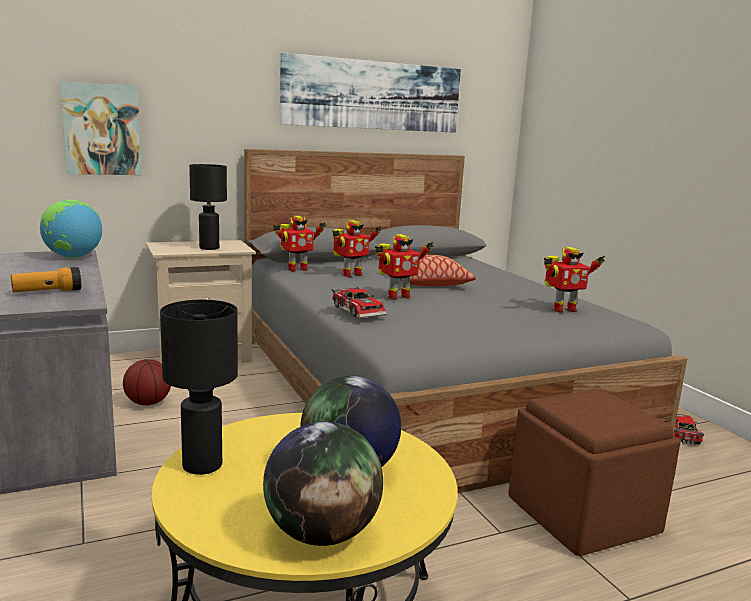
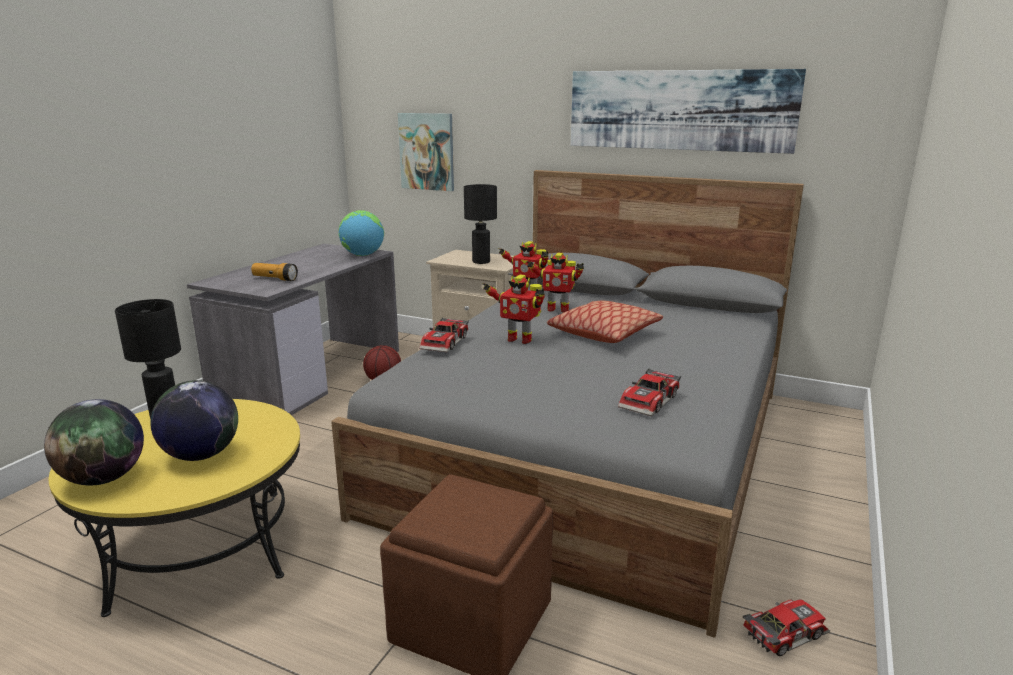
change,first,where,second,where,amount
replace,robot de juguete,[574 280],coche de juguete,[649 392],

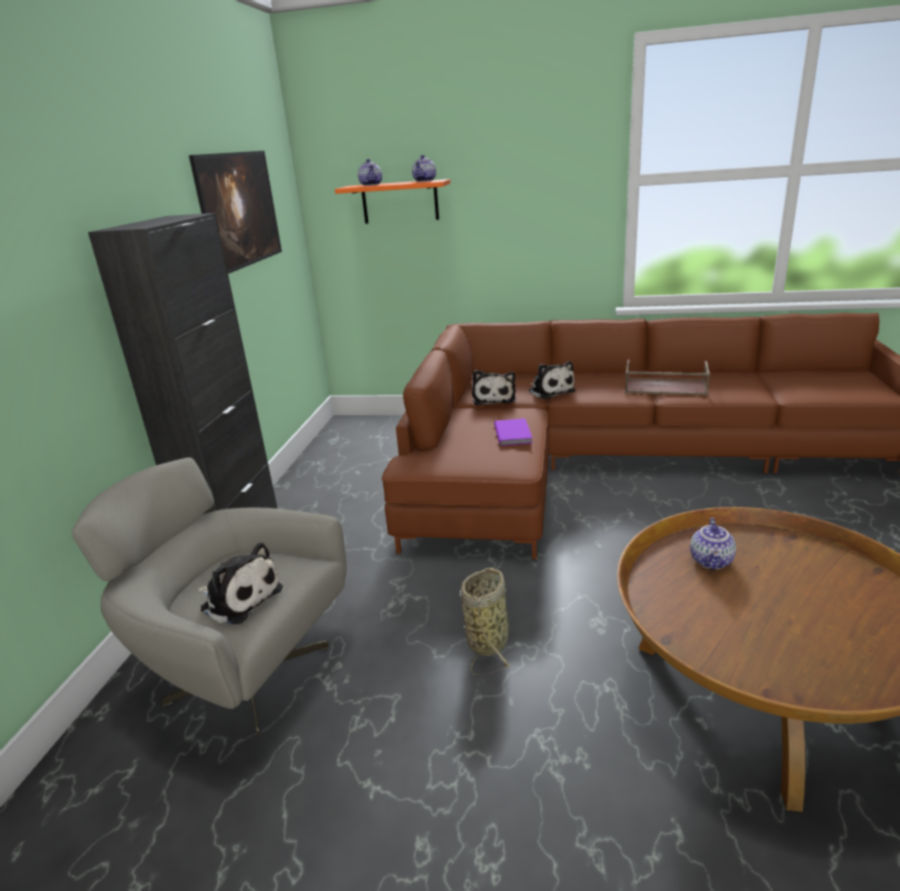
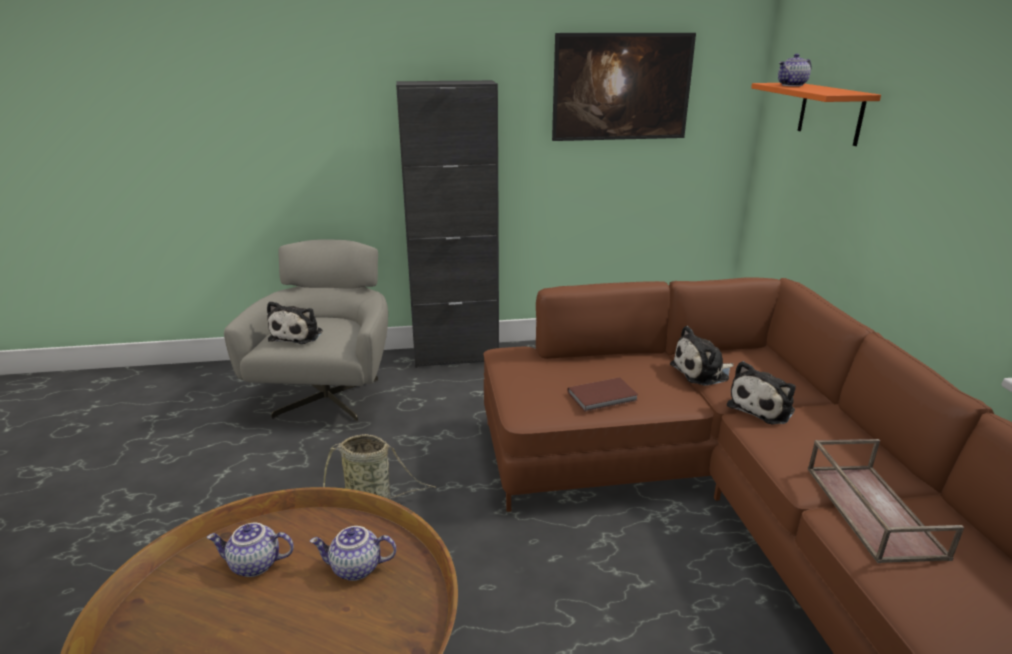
change,first,where,second,where,amount
move,tetera,[424 168],,[250 550],
recolor,libro/morado,[513 432],libro/marrón,[603 394],

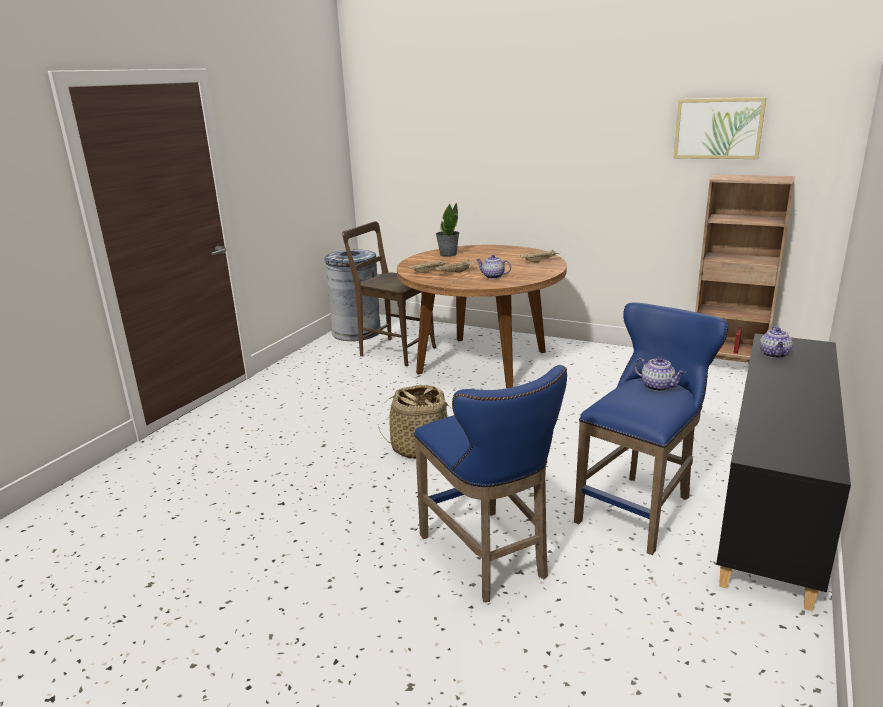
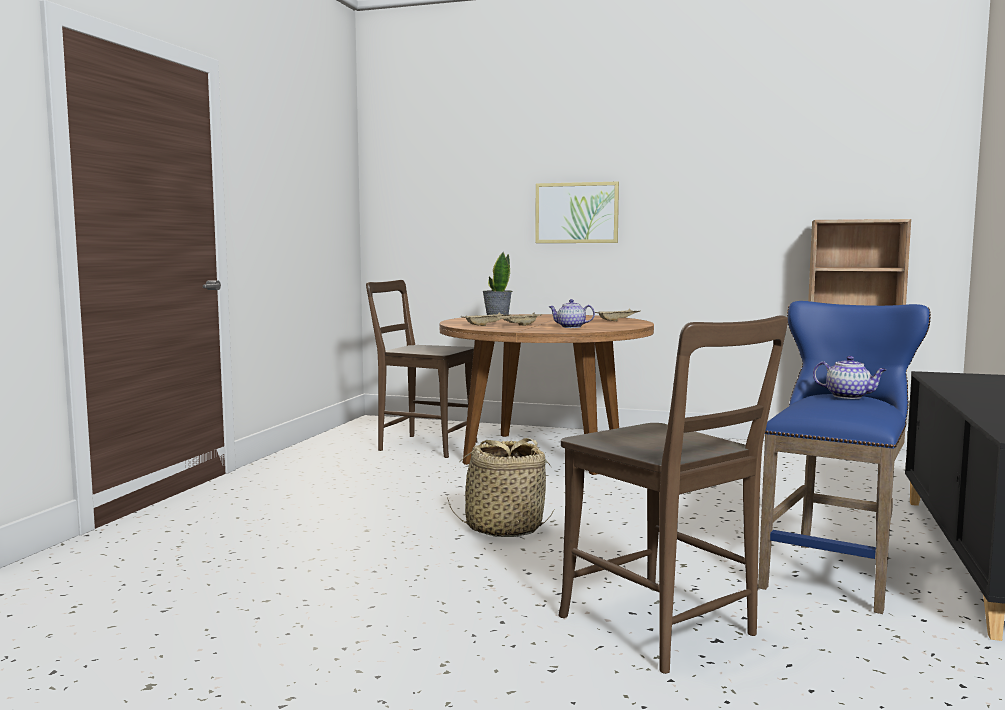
change,first,where,second,where,amount
delete,papelera/gris,[352 295],,,
delete,tetera,[776 342],,,
move,cuadro,[719 128],,[577 212],
replace,taburete/azul,[490 483],silla/marrón,[673 494],

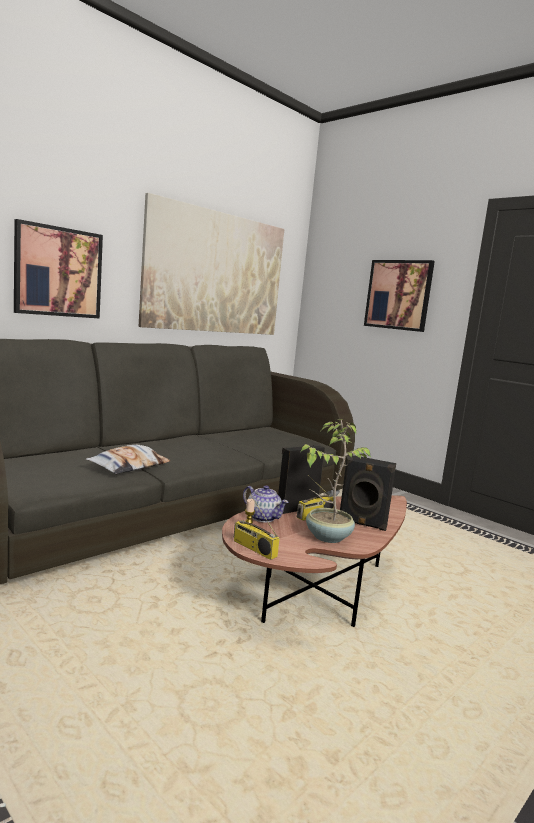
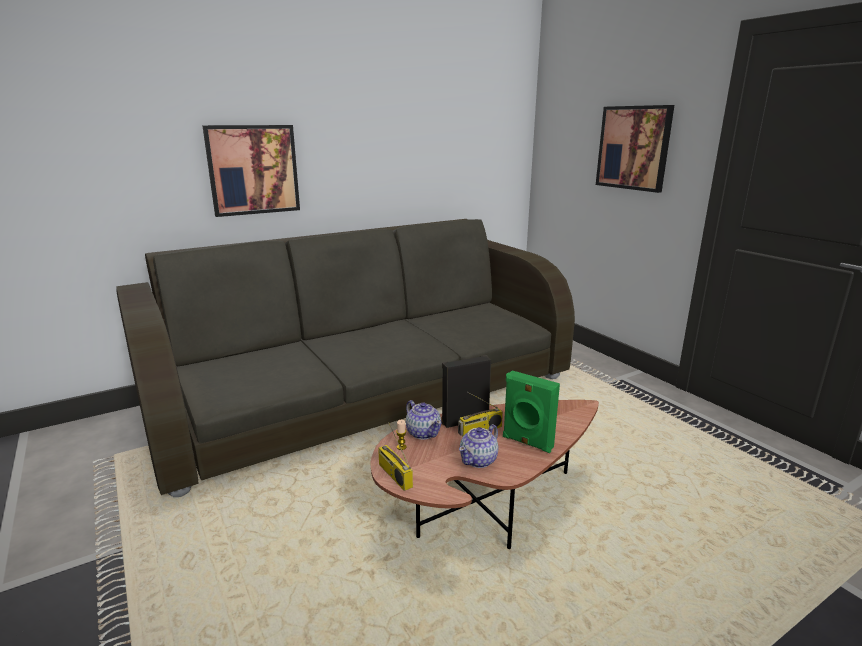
change,first,where,second,where,amount
delete,cojín,[128 459],,,
delete,cuadro,[211 264],,,
replace,planta en maceta,[336 481],tetera,[478 446],
recolor,altavoz/negro,[368 493],altavoz/verde,[531 411],

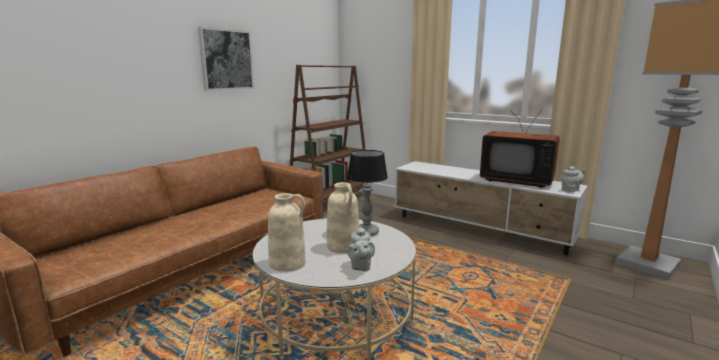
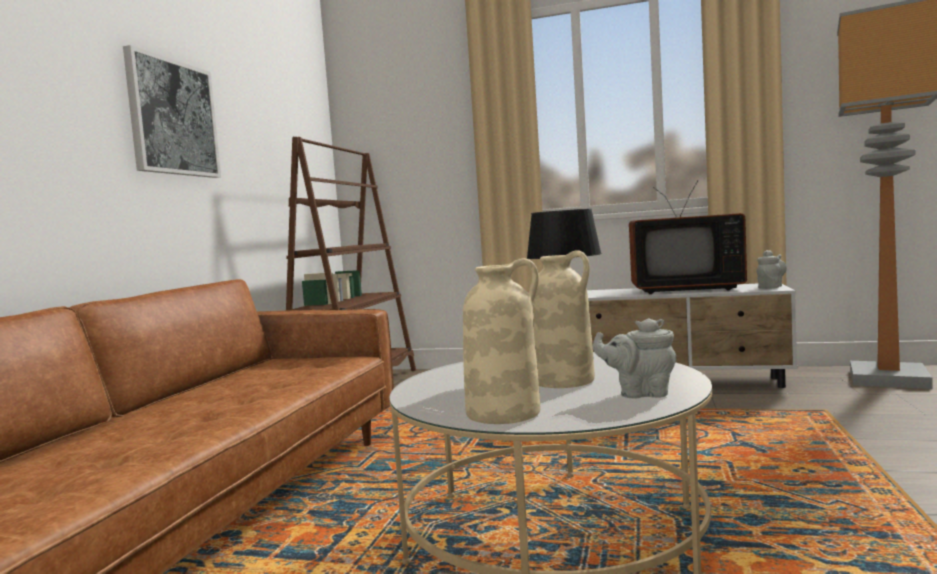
change,first,where,second,where,amount
rotate,tetera/gris,[361 248],,[635 358],120 degrees clockwise

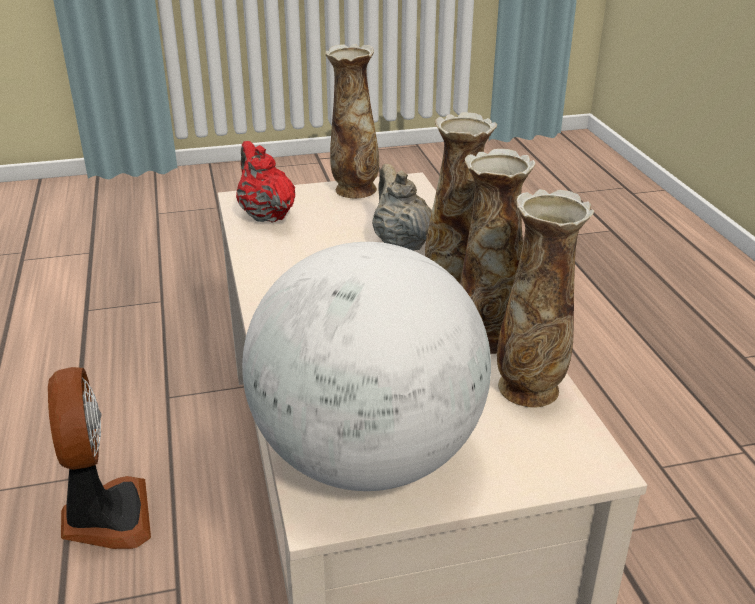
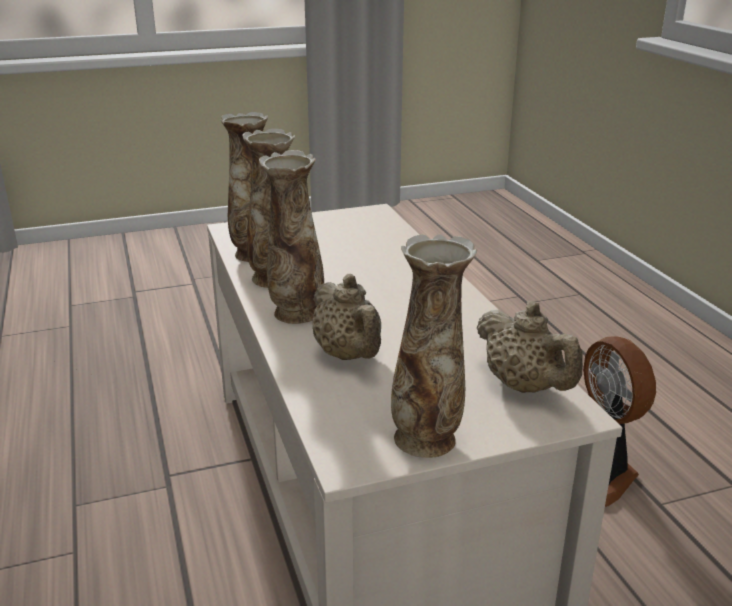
change,first,where,second,where,amount
delete,globo terráqueo,[366 366],,,
recolor,tetera/rojo,[265 182],tetera/beis,[530 347],

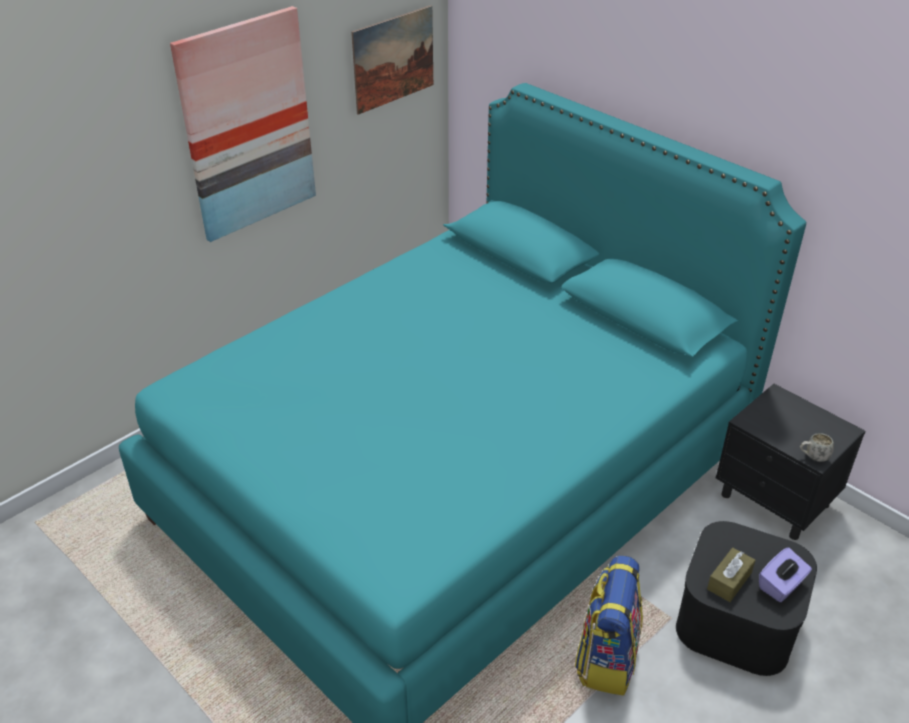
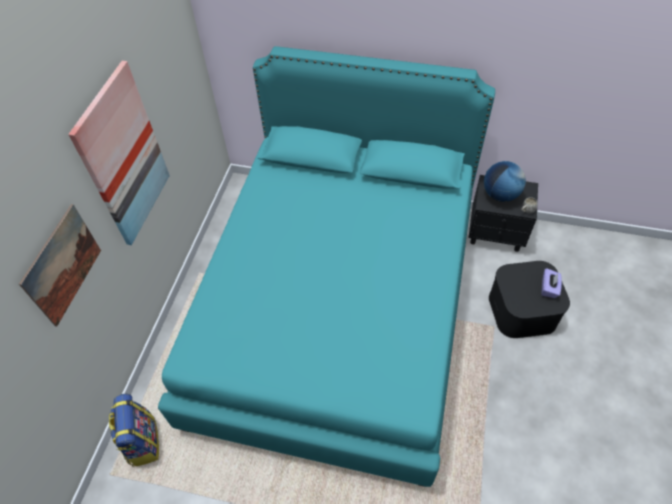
change,first,where,second,where,amount
delete,caja de pañuelos/marrón,[731 575],,,
insert,,,globo terráqueo,[505 181],
move,cuadro,[392 60],,[60 265],
move,mochila,[609 626],,[134 430],

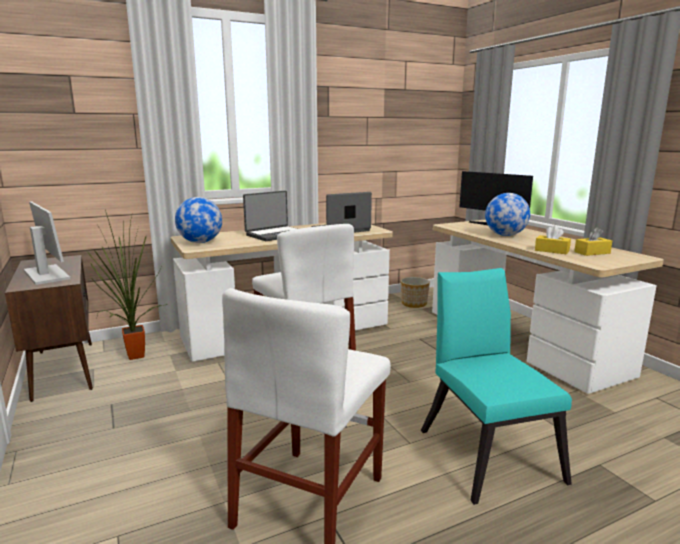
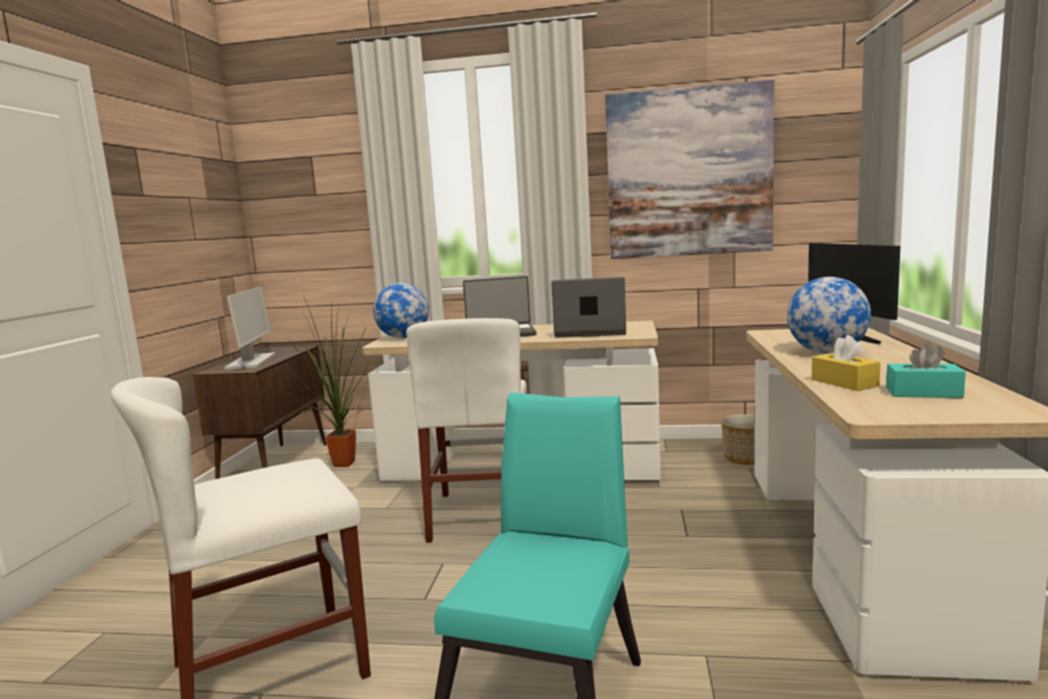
change,first,where,second,where,amount
insert,,,cuadro,[689 169],
recolor,caja de pañuelos/amarillo,[593 242],caja de pañuelos/turquesa,[926 370],

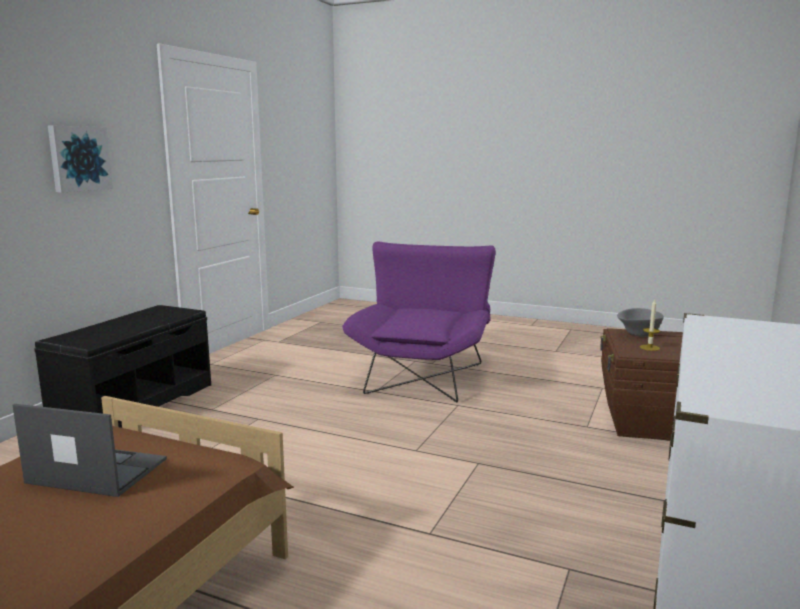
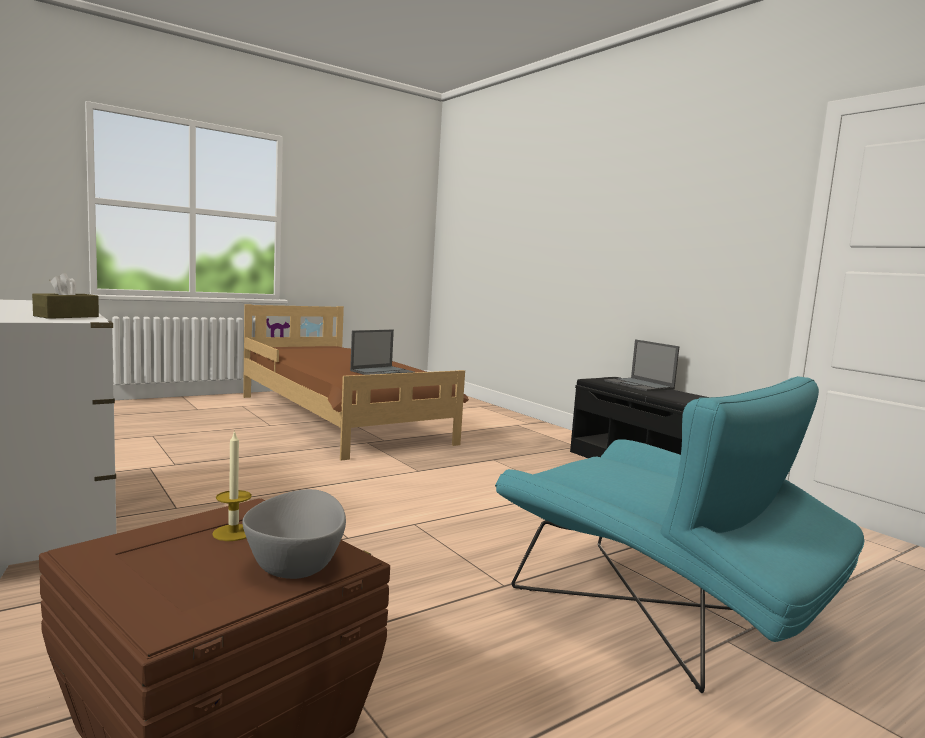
change,first,where,second,where,amount
delete,cuadro,[80 159],,,
insert,,,caja de pañuelos/marrón,[65 296],
insert,,,portátil,[641 365],
recolor,sillón/morado,[419 322],sillón/turquesa,[679 534],

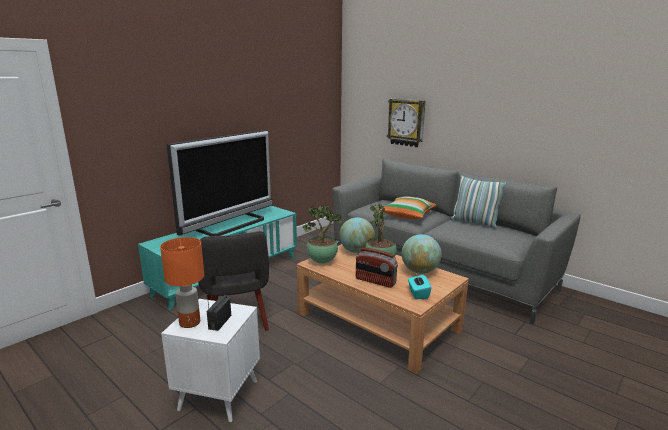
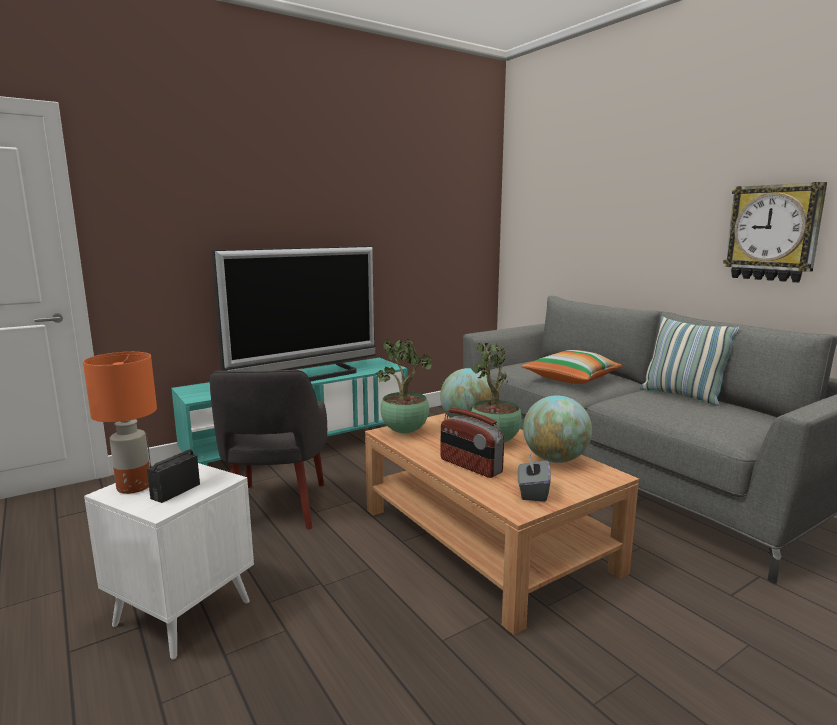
change,first,where,second,where,amount
move,reloj de pared,[406 123],,[775 232],
recolor,caja de pañuelos/turquesa,[419 287],caja de pañuelos/gris,[534 478],

